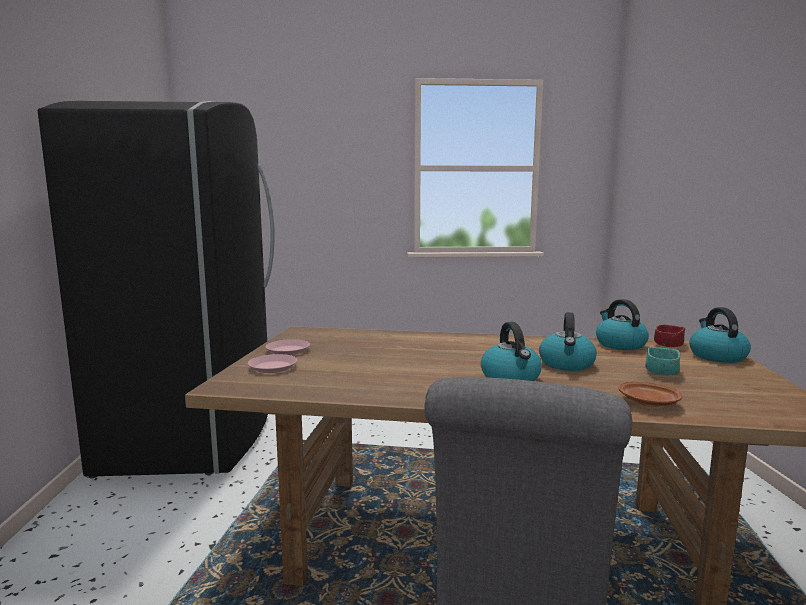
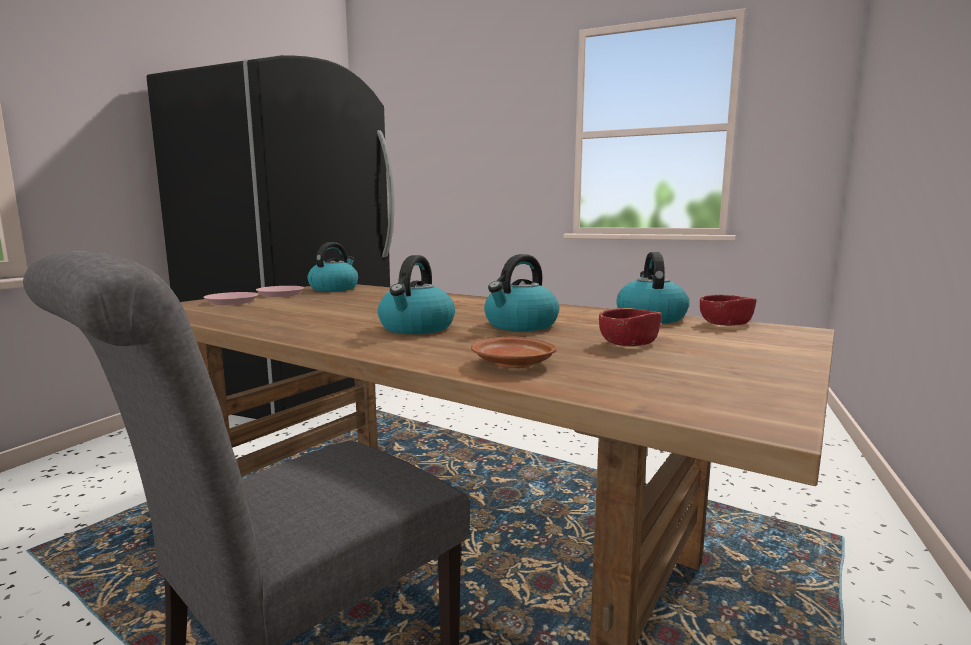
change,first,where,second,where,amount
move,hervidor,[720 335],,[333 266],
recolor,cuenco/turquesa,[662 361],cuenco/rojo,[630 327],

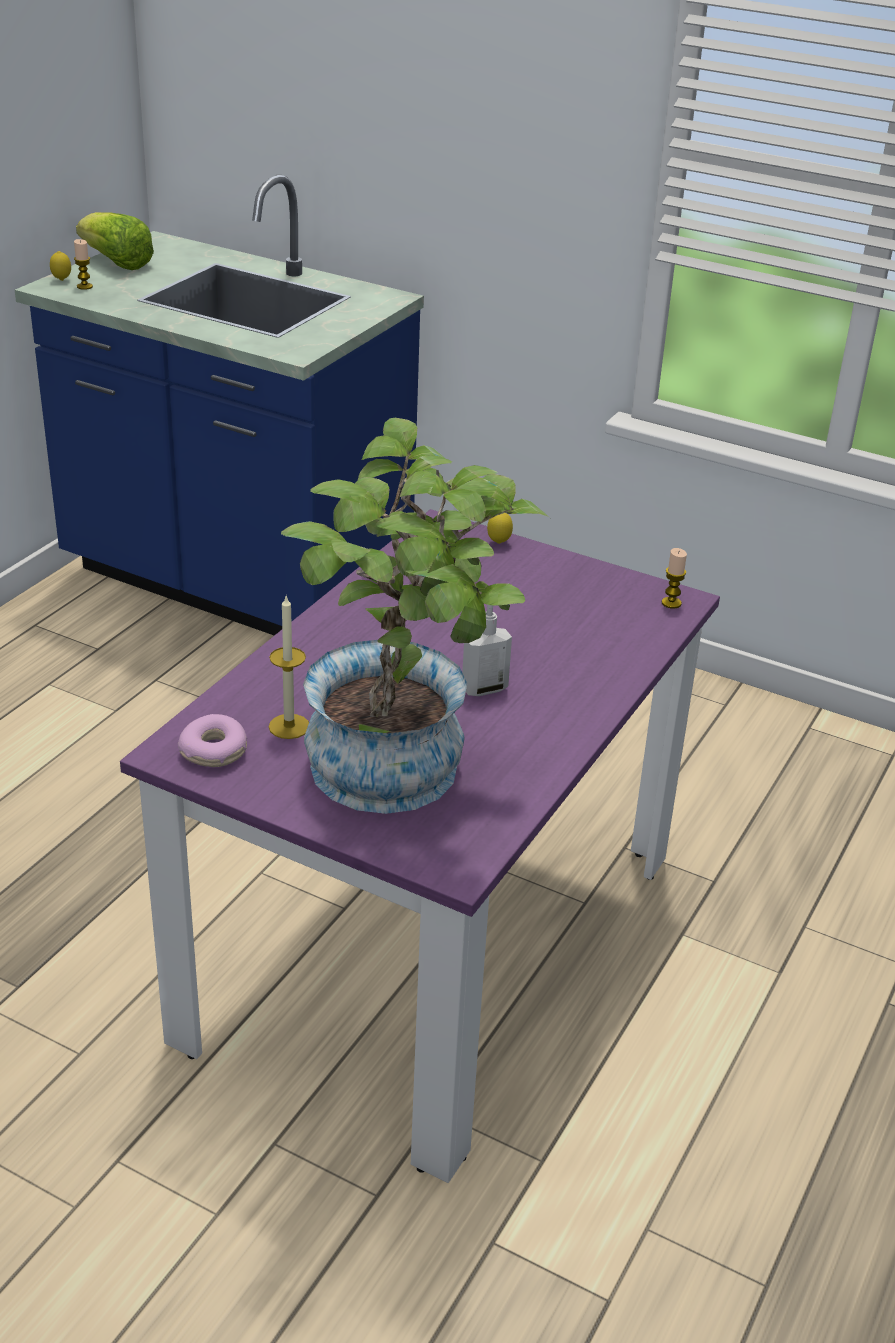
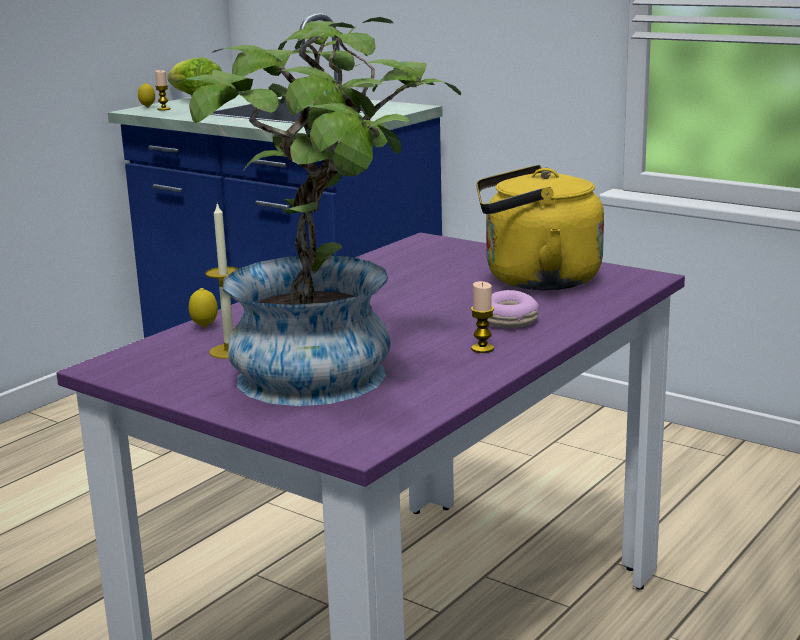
change,first,where,second,where,amount
delete,dispensador de jabón,[487 650],,,
insert,,,hervidor/amarillo,[540 227],
move,rosquilla,[212 740],,[513 308],
move,limón,[500 528],,[203 308],
move,vela,[674 578],,[482 317],

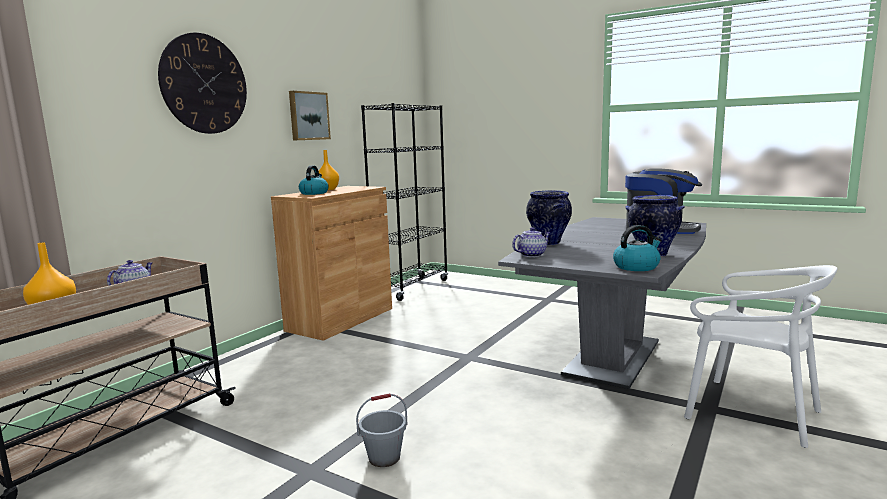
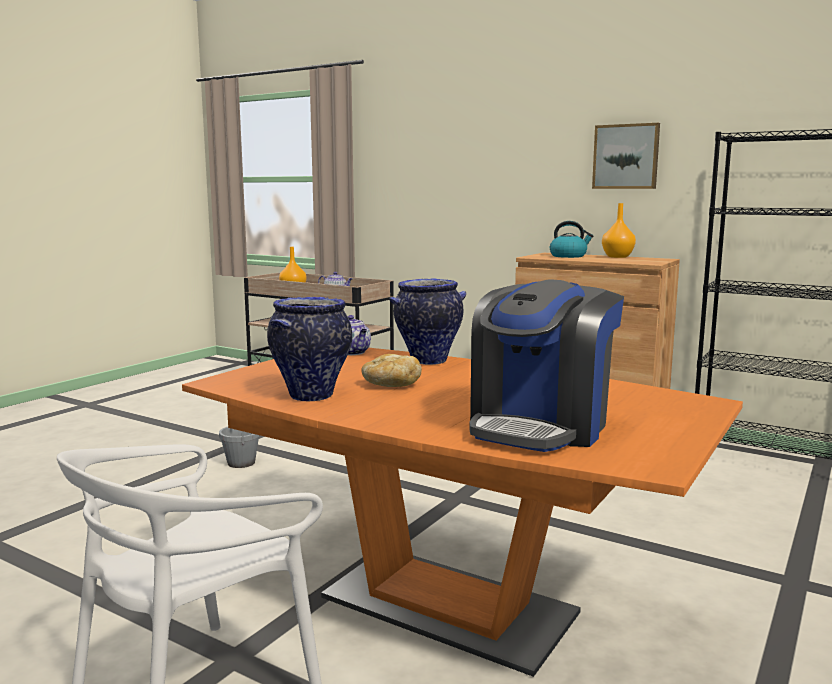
change,first,where,second,where,amount
delete,reloj de pared,[202 83],,,
delete,hervidor,[637 248],,,
insert,,,pan,[391 370],
recolor,mesa de comedor/gris,[602 303],mesa de comedor/naranja,[462 512],

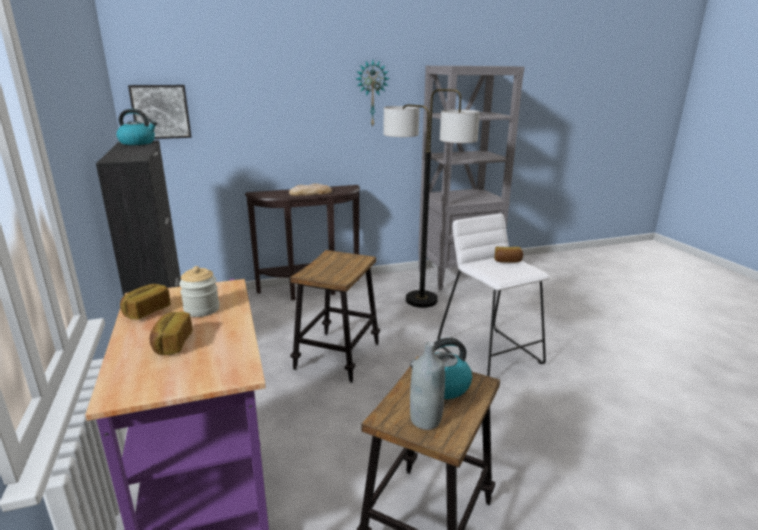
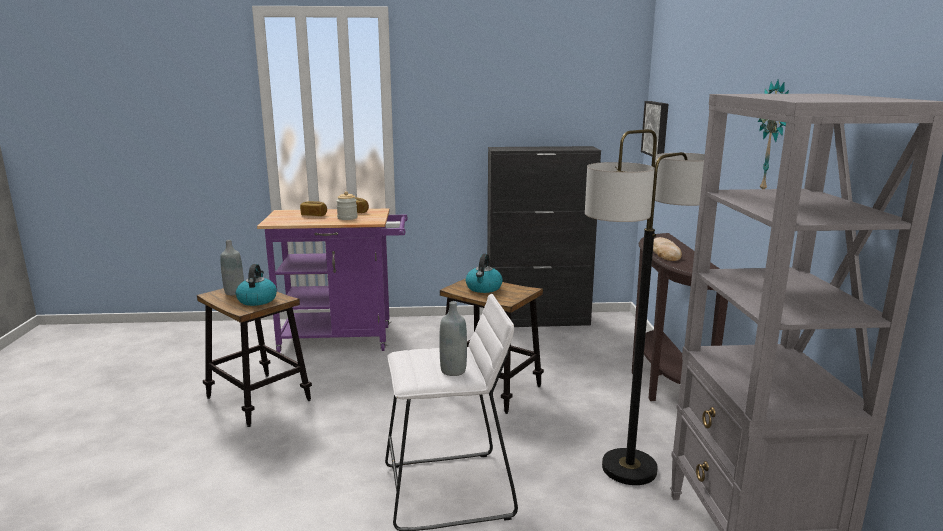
change,first,where,second,where,amount
move,hervidor,[137 127],,[484 273],
replace,pan,[509 254],botella/gris,[453 338],

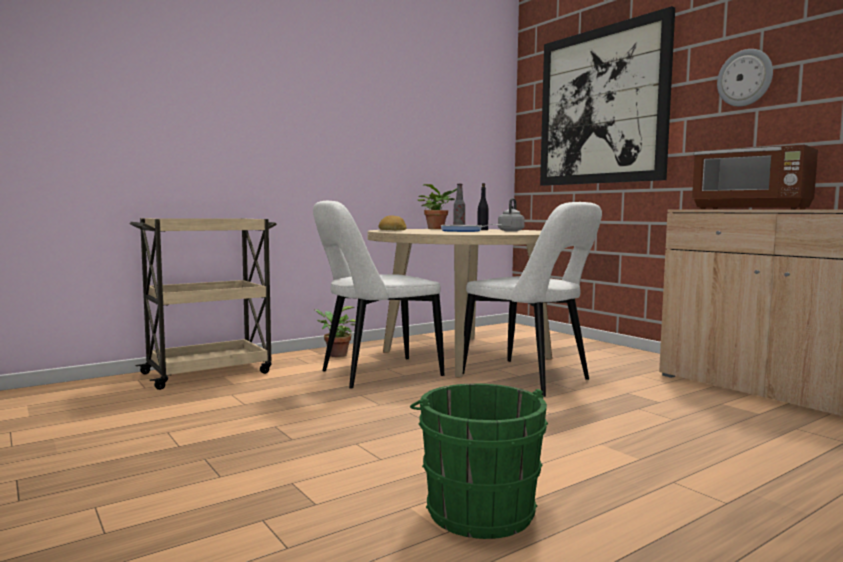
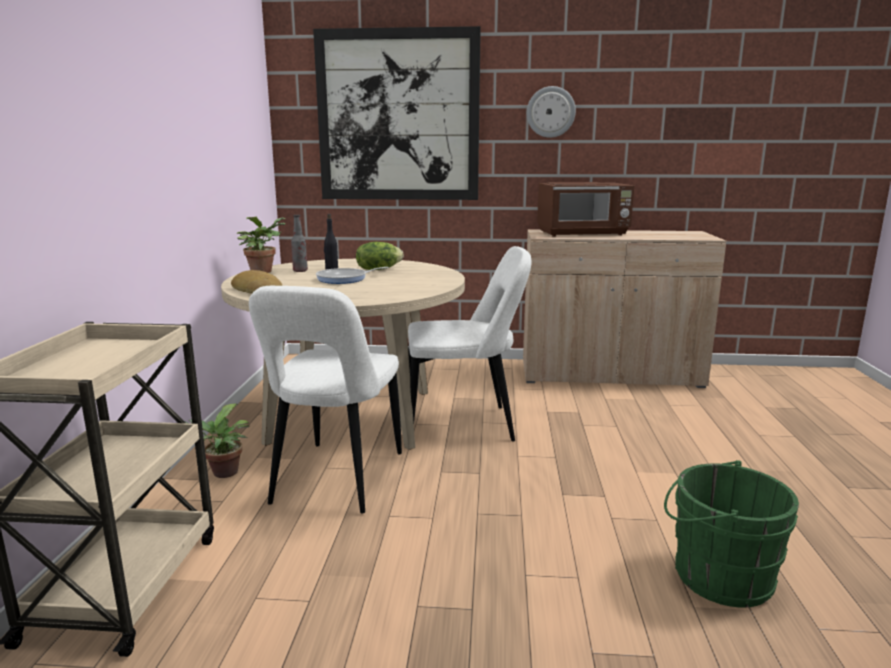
change,first,where,second,where,amount
replace,hervidor/gris,[511 214],lechuga,[379 256],

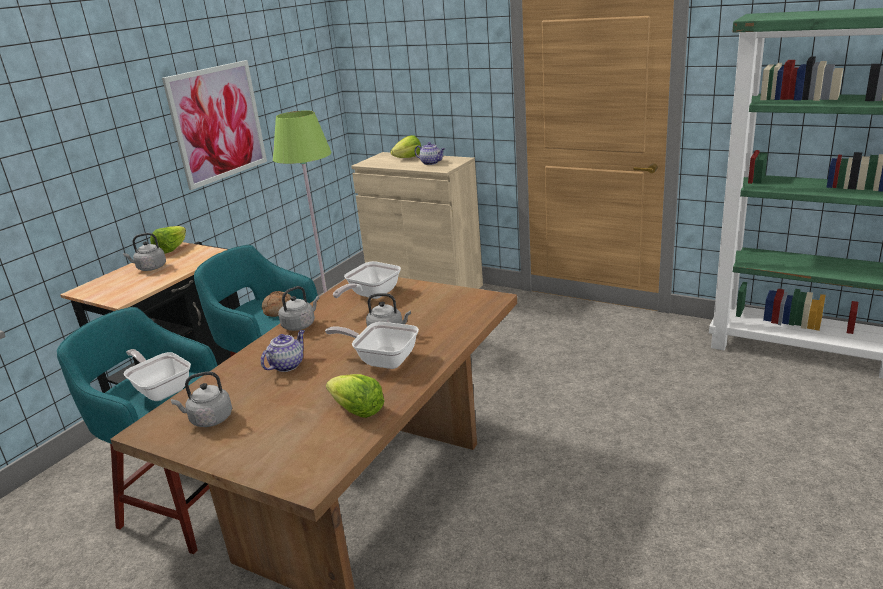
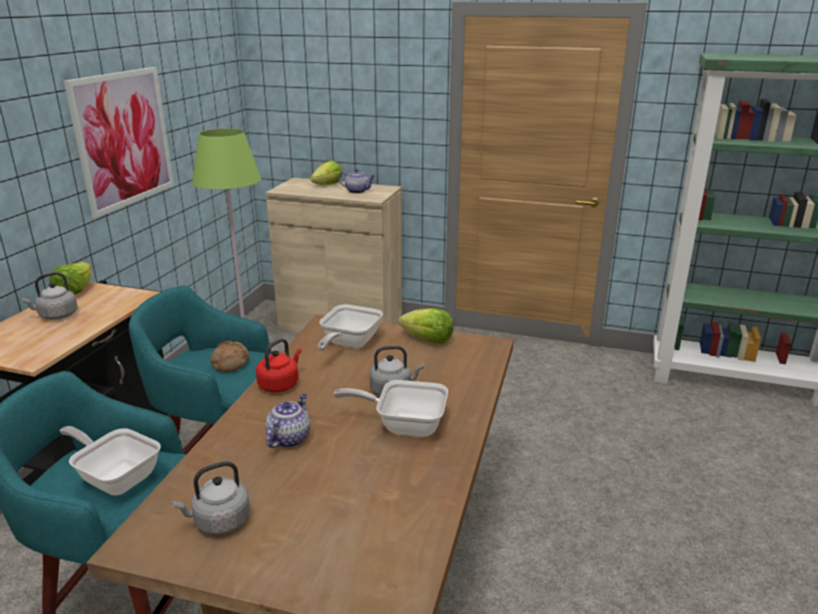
change,first,where,second,where,amount
move,lechuga,[355 396],,[426 326],
recolor,hervidor/gris,[298 308],hervidor/rojo,[278 365],

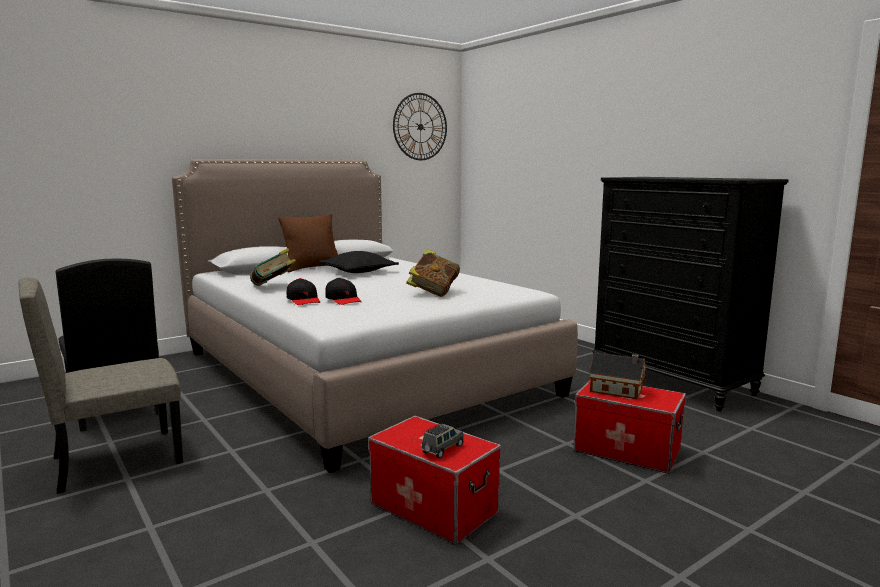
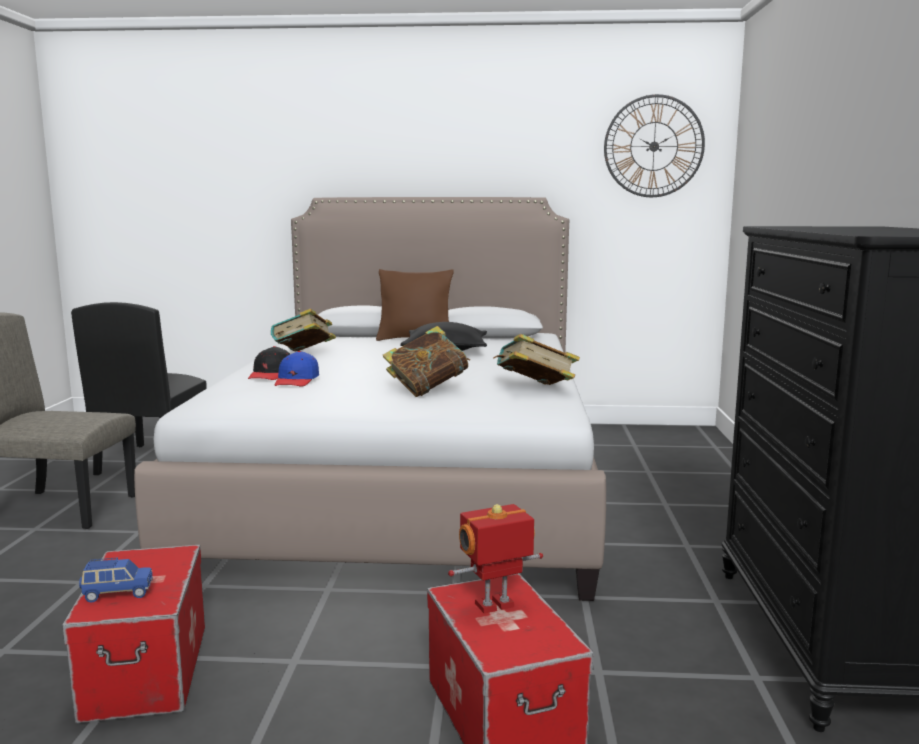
change,first,where,second,where,amount
insert,,,libro,[536 359],
replace,casita,[617 375],robot de juguete,[495 559],
recolor,gorra/negro,[343 291],gorra/azul,[297 369],
recolor,coche de juguete/gris,[443 441],coche de juguete/azul,[115 579],

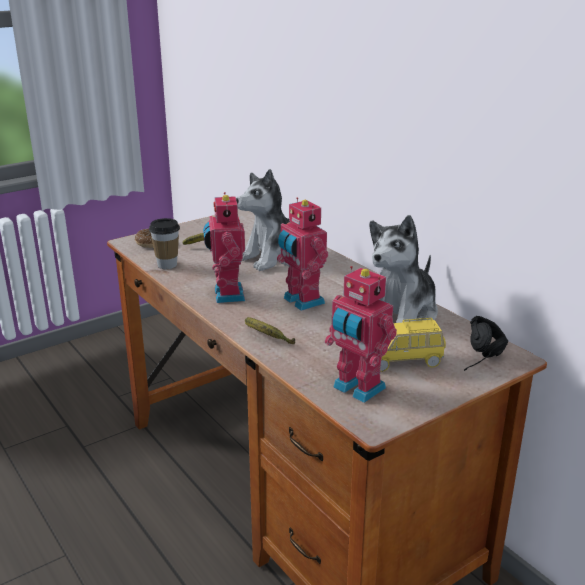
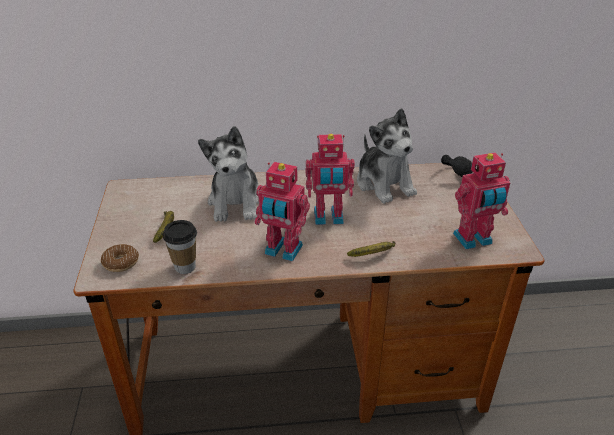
change,first,where,second,where,amount
delete,coche de juguete/amarillo,[413 345],,,

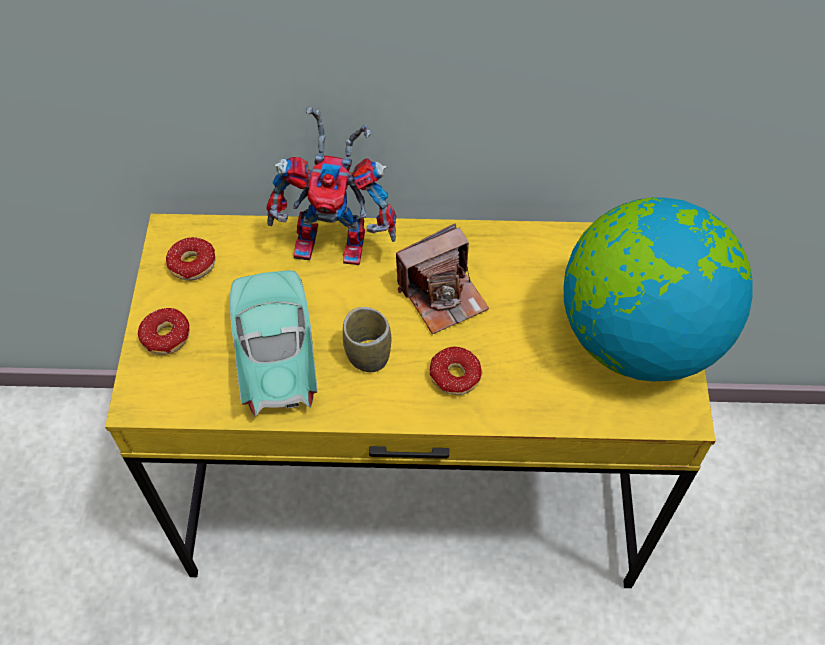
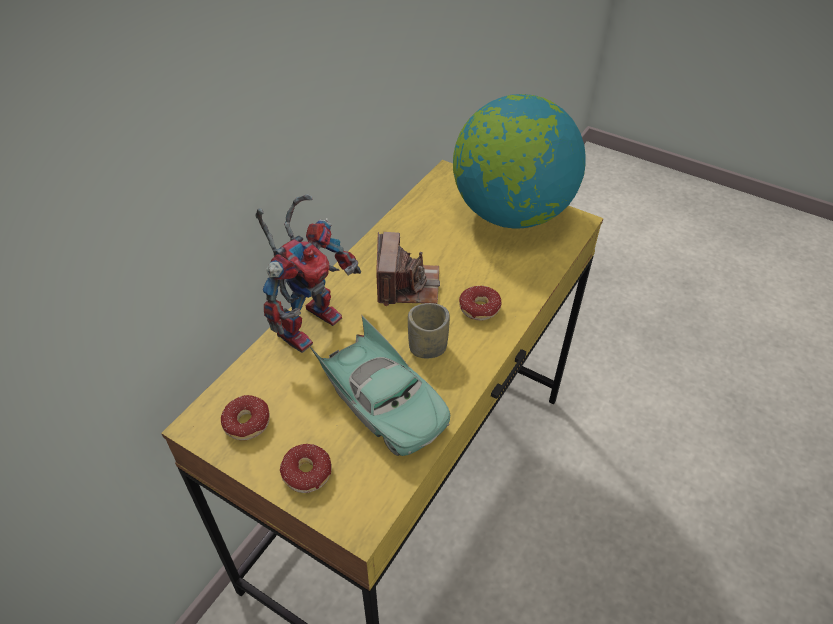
change,first,where,second,where,amount
rotate,coche de juguete/turquesa,[274 343],,[380 386],150 degrees counterclockwise

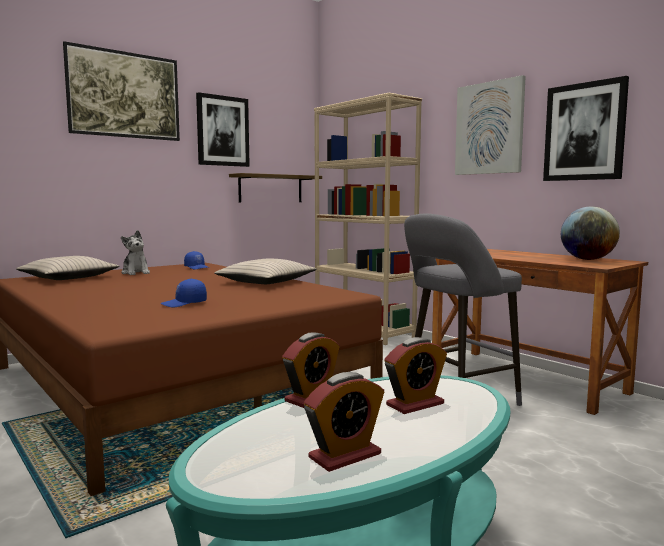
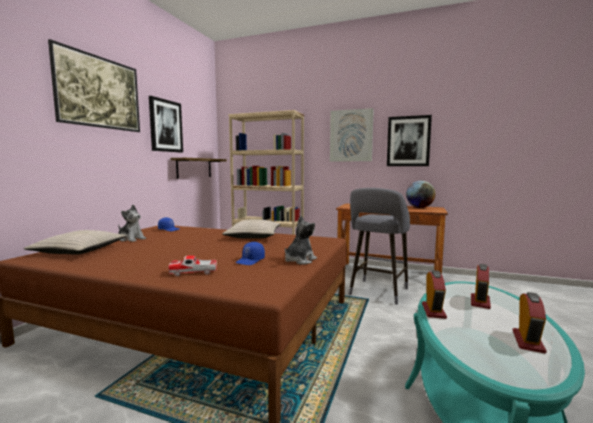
change,first,where,second,where,amount
insert,,,coche de juguete,[192 265],
insert,,,peluche,[301 240],

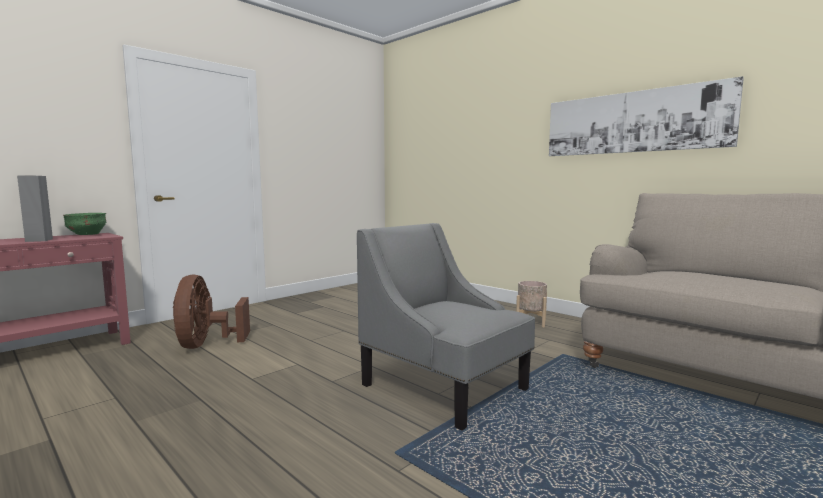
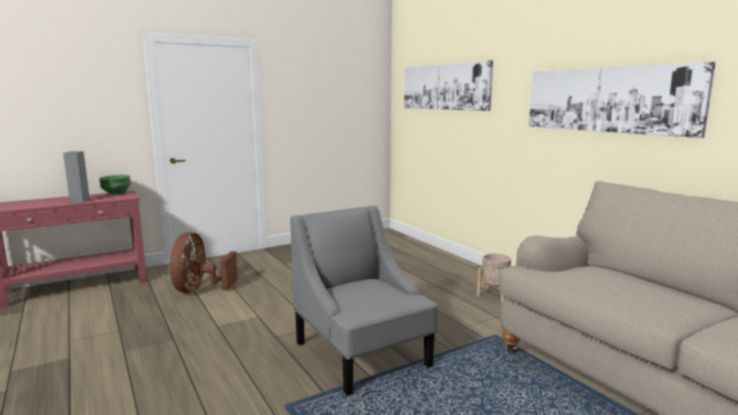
change,first,where,second,where,amount
insert,,,cuadro,[448 85],

